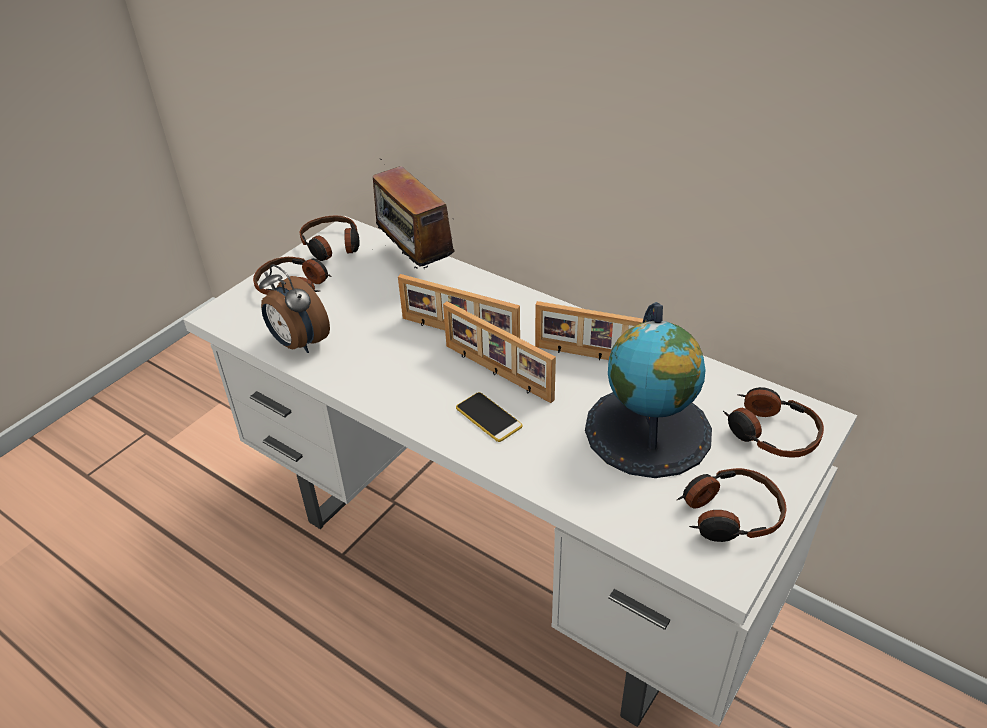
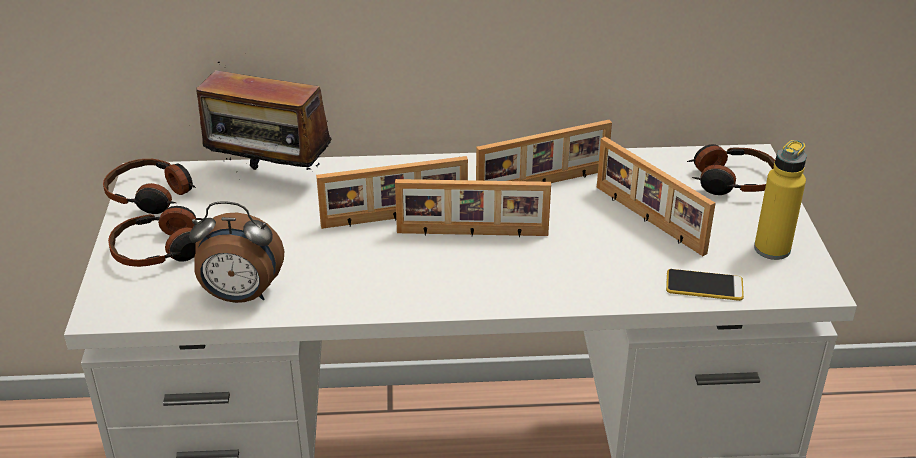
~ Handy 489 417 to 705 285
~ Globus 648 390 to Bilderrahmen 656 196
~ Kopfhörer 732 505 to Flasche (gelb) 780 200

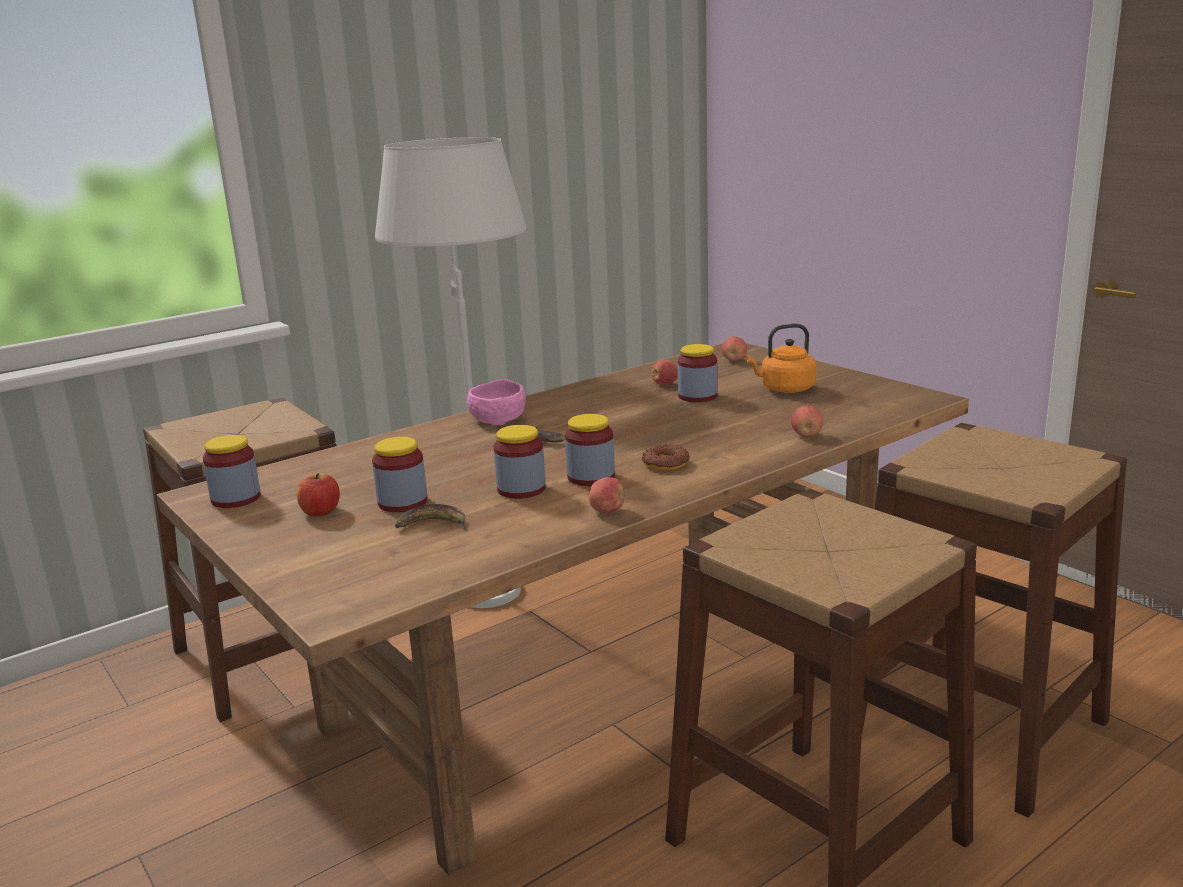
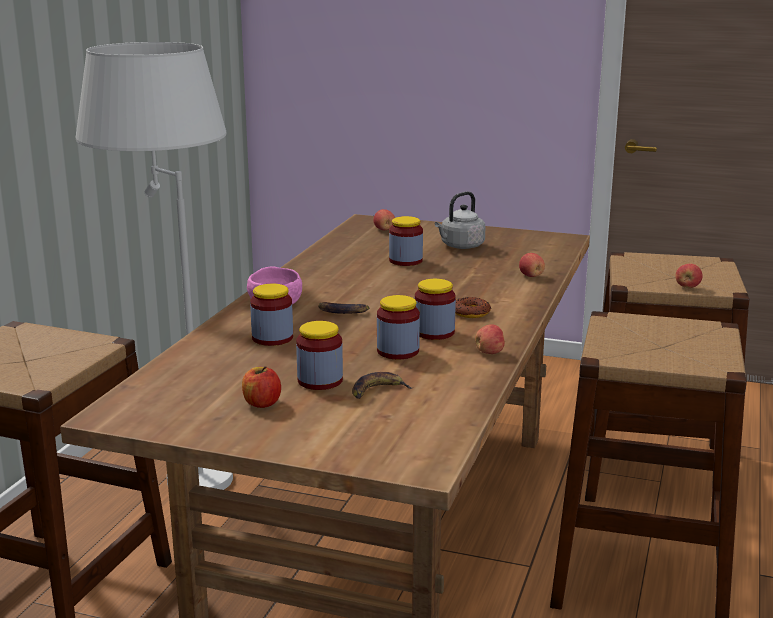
~ Vorratsglas 232 471 to 271 315
~ Apfel 664 373 to 689 276
~ Wasserkessel (orange) 781 358 to Wasserkessel (grau) 460 220

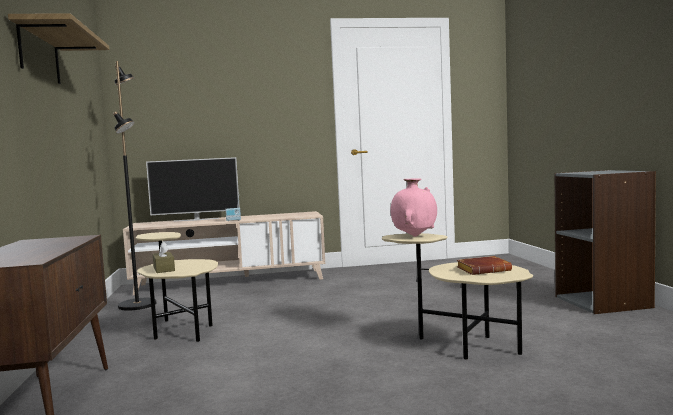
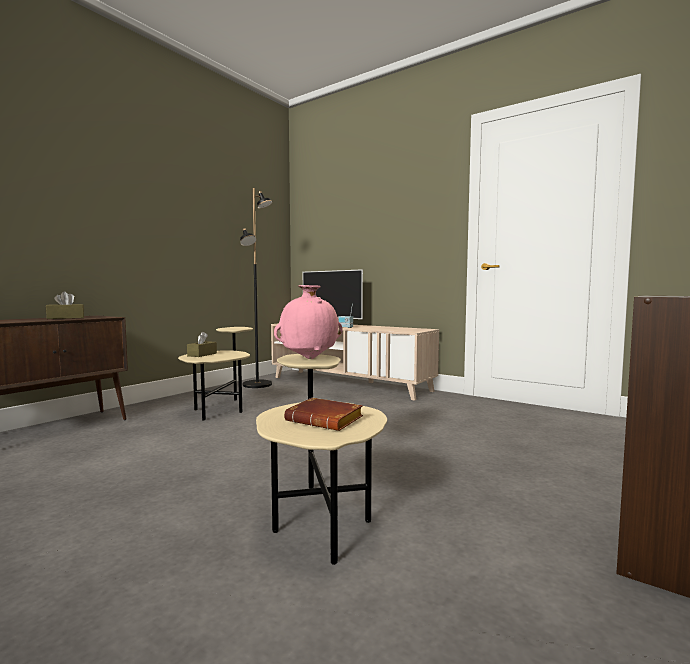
- Wandregal 58 48
+ Taschentuchbox (braun) 65 305

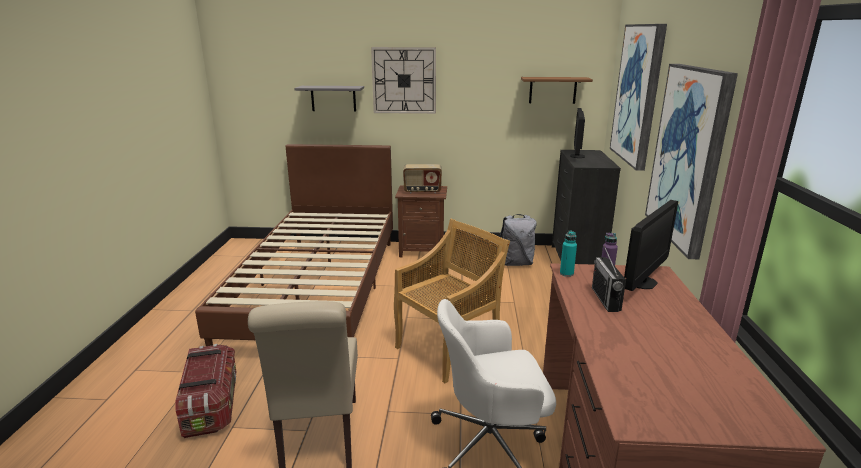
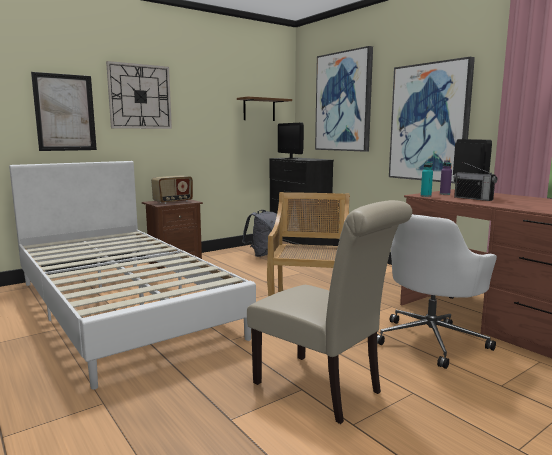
- Aufbewahrungsbox 206 391
~ Wandregal (grau) 329 99 to Bild 64 111
~ Bett (braun) 294 245 to Bett (weiß) 132 275

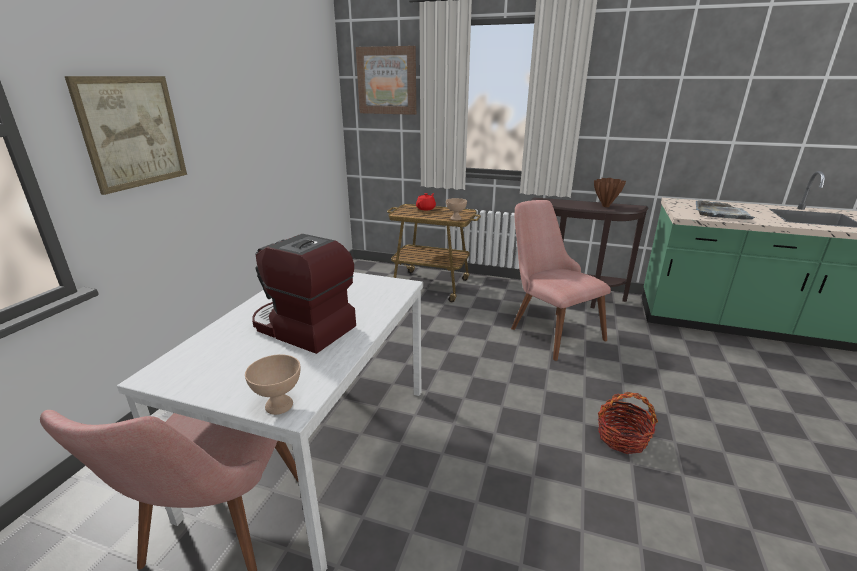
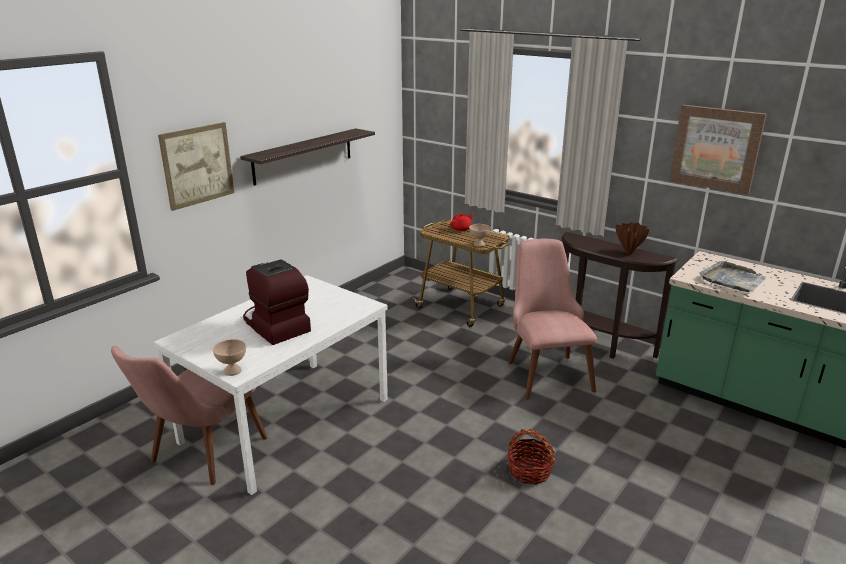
+ Wandregal 307 157
~ Bild 386 80 to 718 150

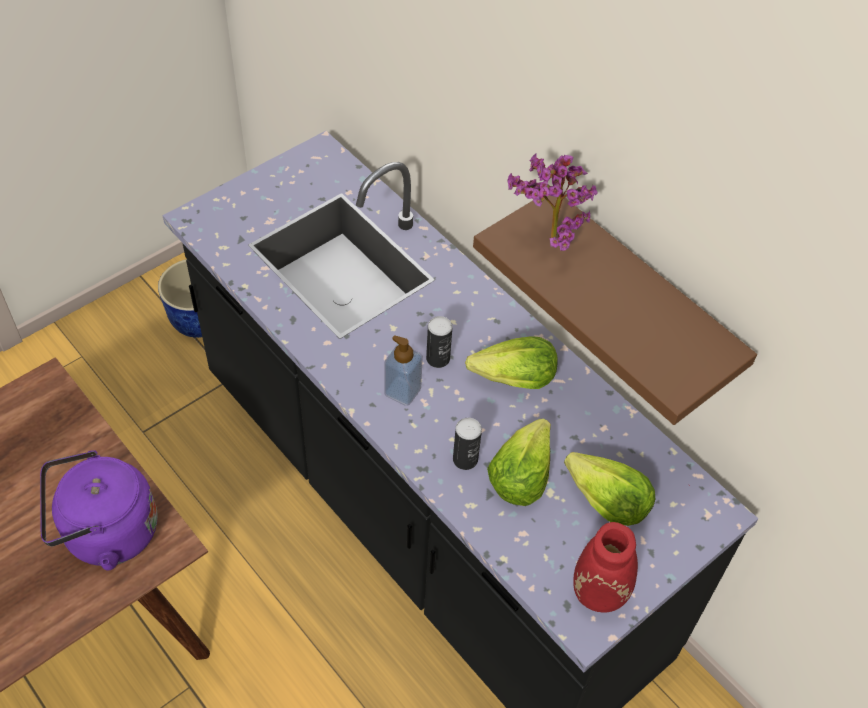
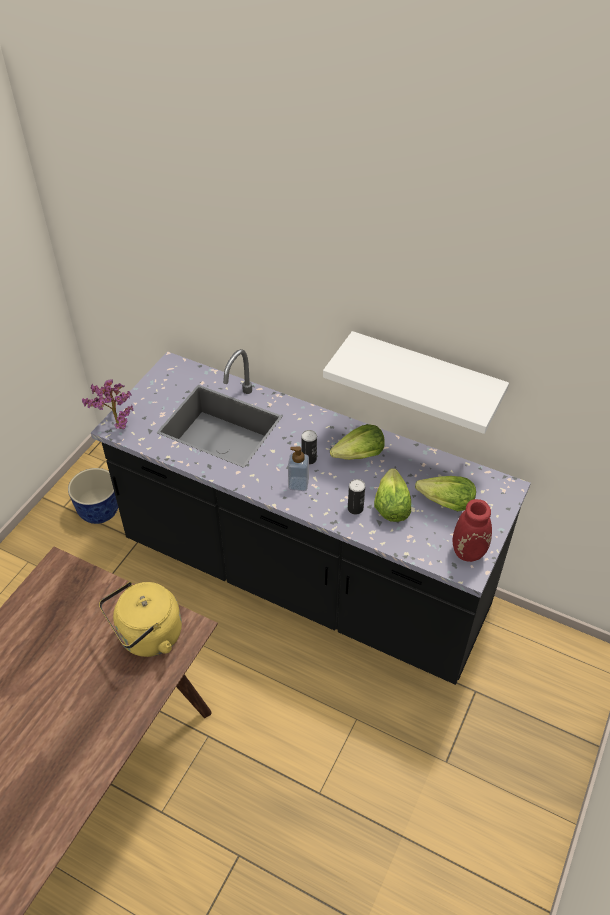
~ Topfpflanze 552 202 to 108 404
~ Wasserkessel (lila) 98 510 to Wasserkessel (gelb) 140 619
~ Wandregal (braun) 615 310 to Wandregal (weiß) 416 382

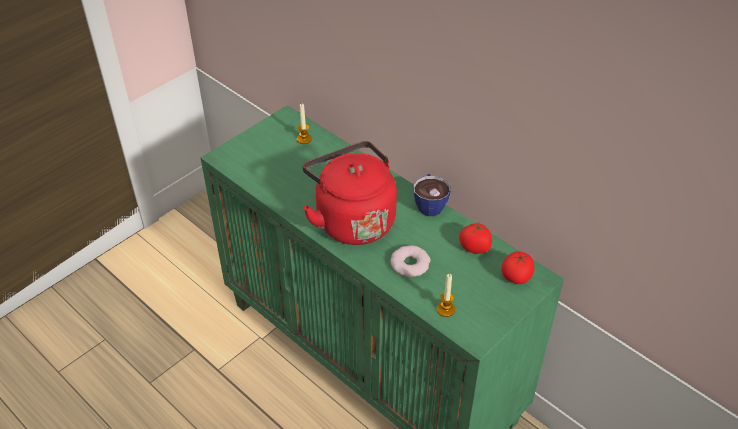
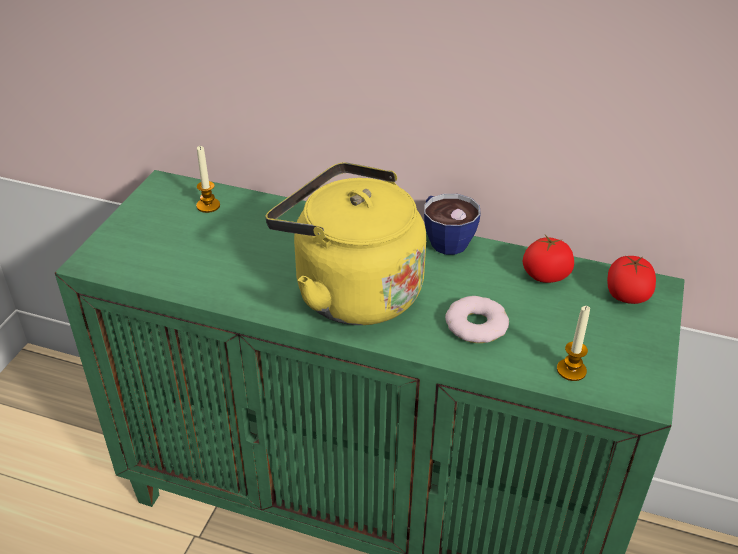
~ Wasserkessel (rot) 350 193 to Wasserkessel (gelb) 346 243

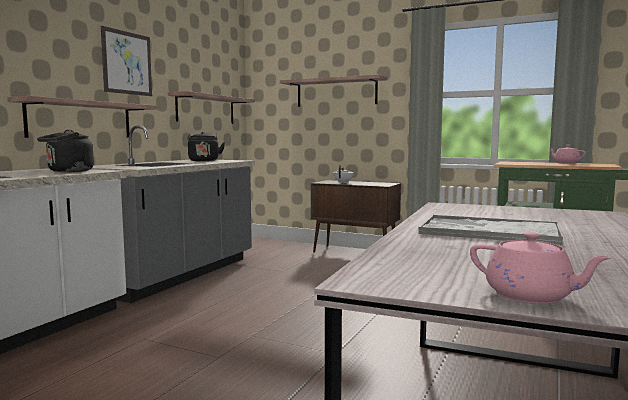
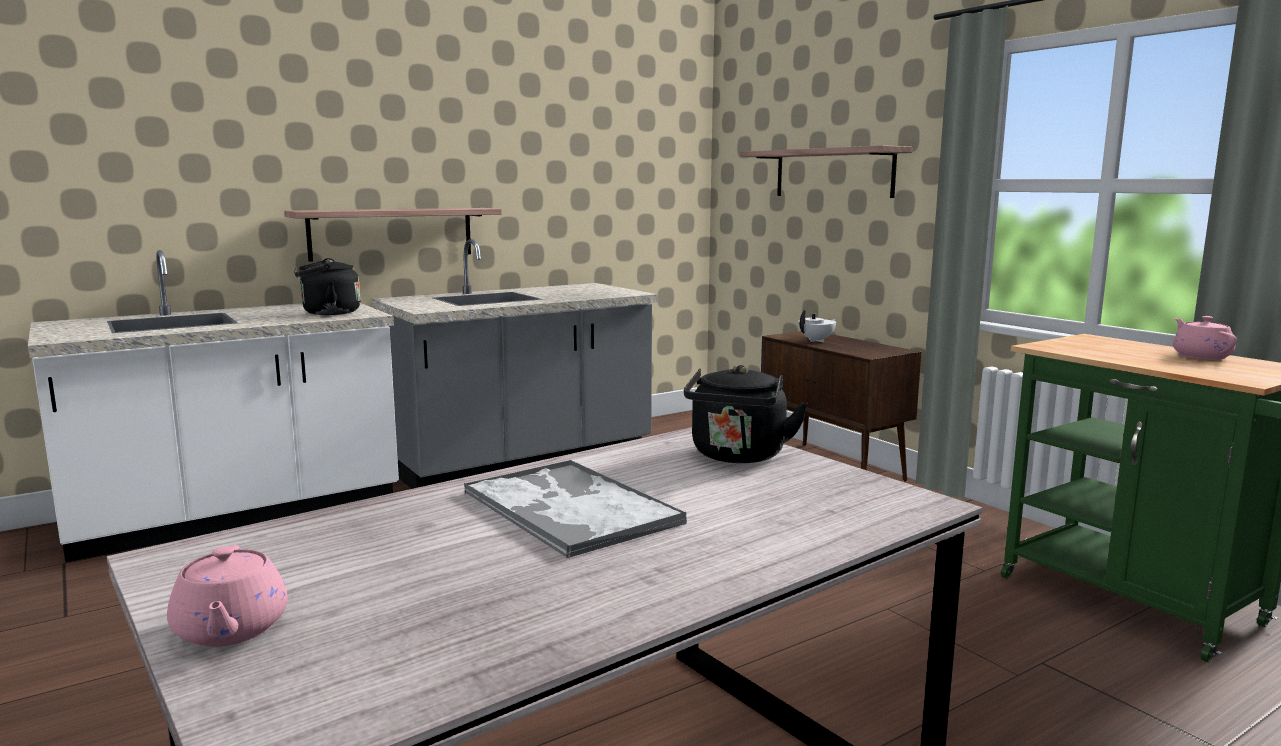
- Bild 126 61
- Wandregal 211 107
~ Wasserkessel (schwarz) 206 147 to 746 414

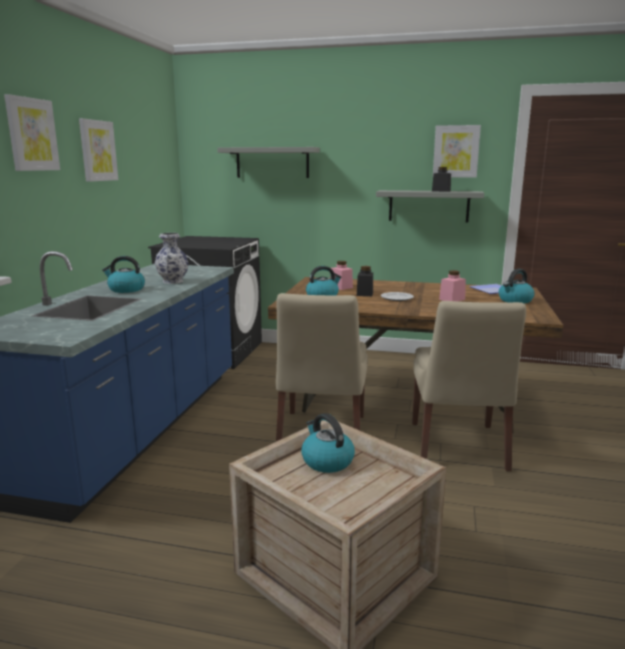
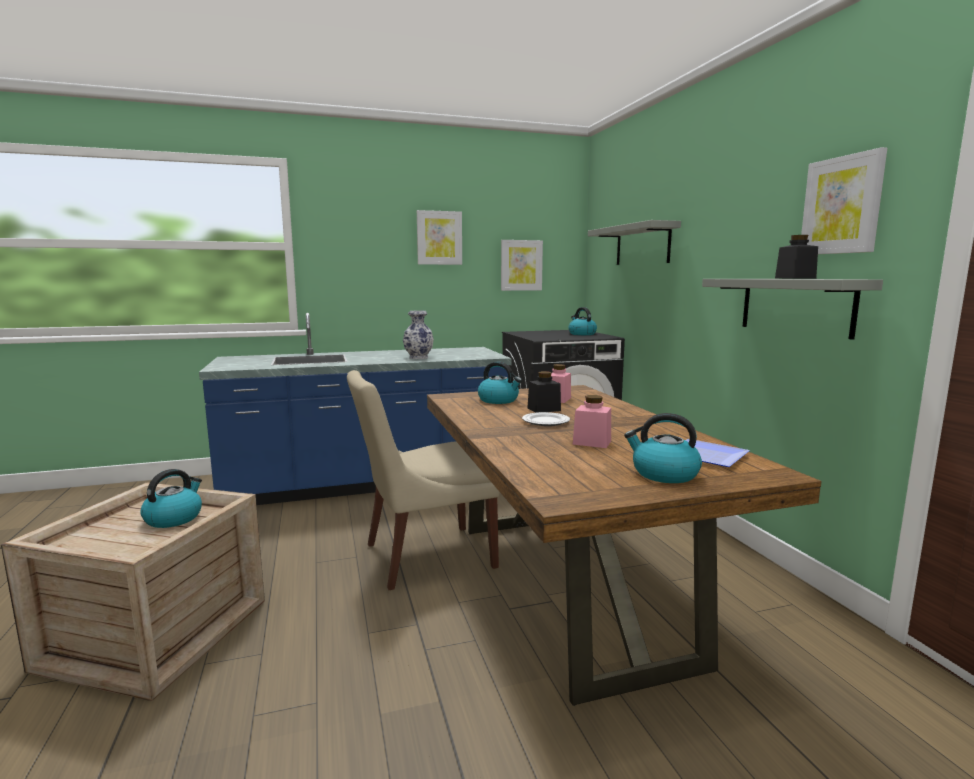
- Stuhl (beige) 469 386
~ Bild 32 132 to 522 265
~ Wasserkessel 123 274 to 582 321

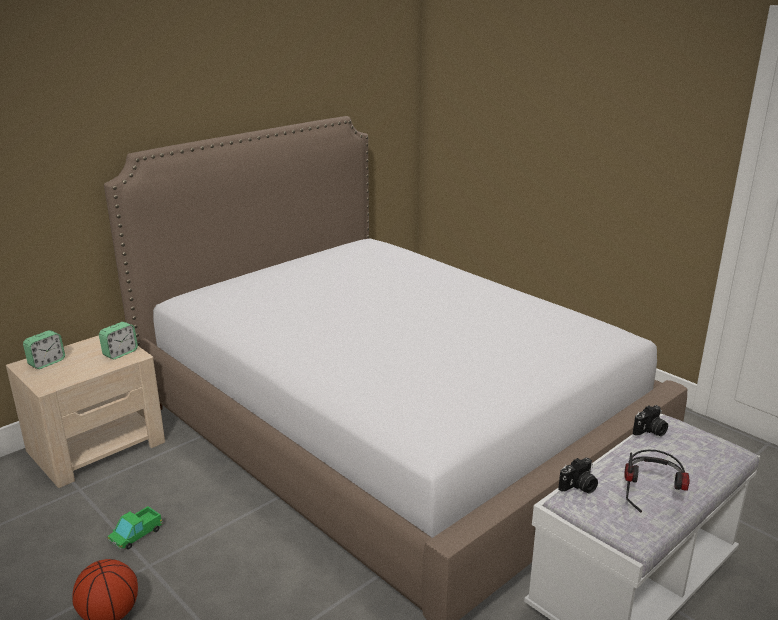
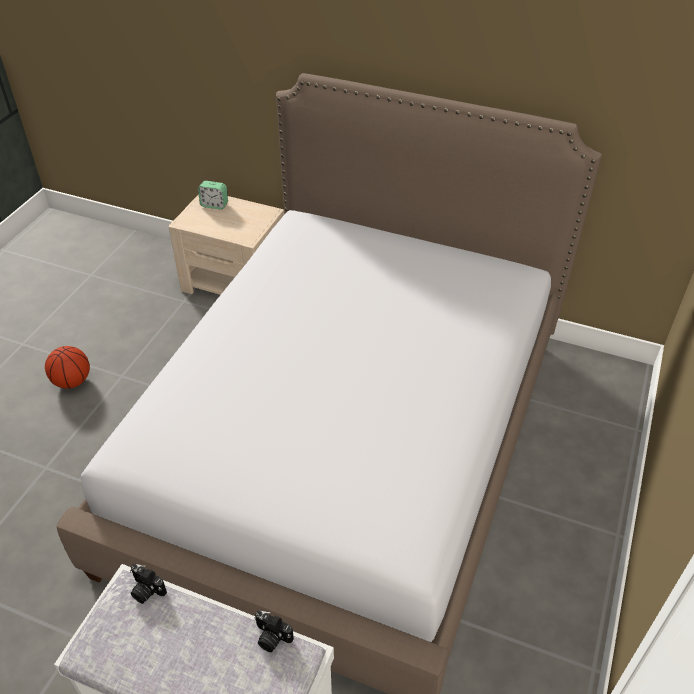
- Wecker 118 340
- Spielzeuglaster 135 528
- Kopfhörer 657 481

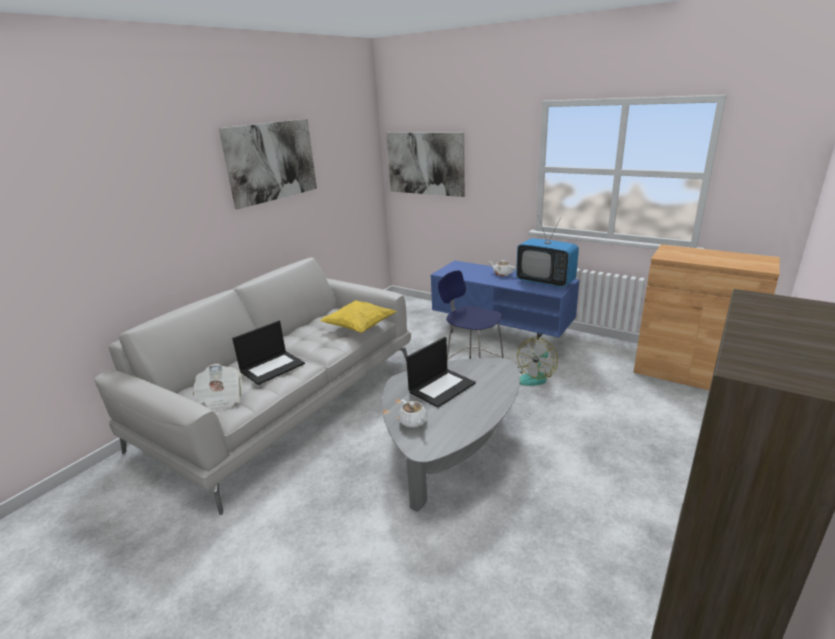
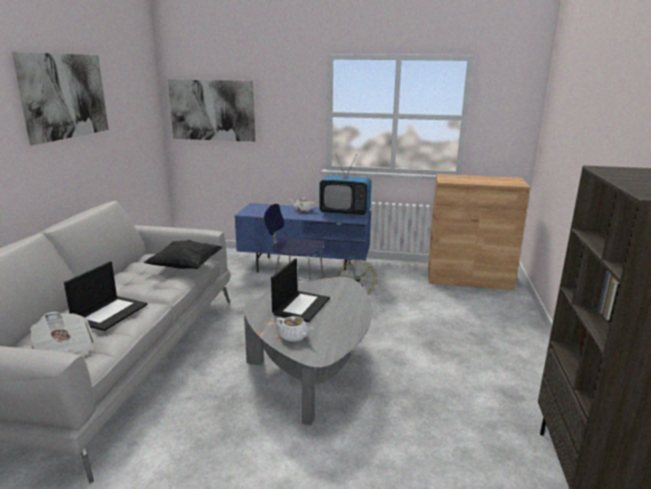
~ Kissen (gelb) 358 316 to Kissen (schwarz) 183 254

